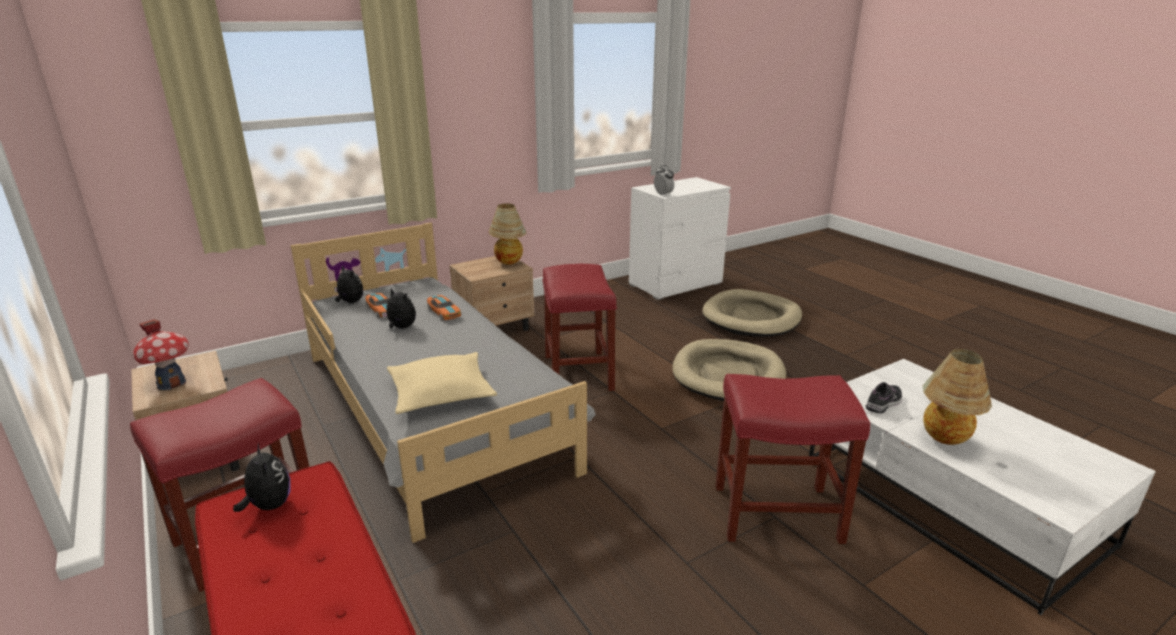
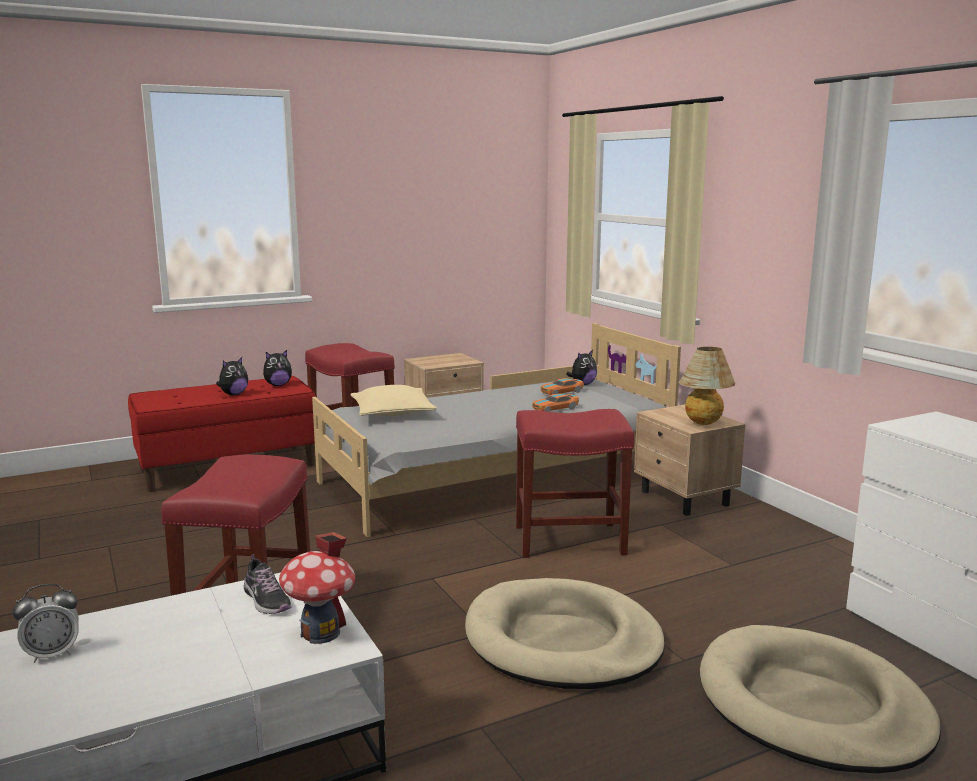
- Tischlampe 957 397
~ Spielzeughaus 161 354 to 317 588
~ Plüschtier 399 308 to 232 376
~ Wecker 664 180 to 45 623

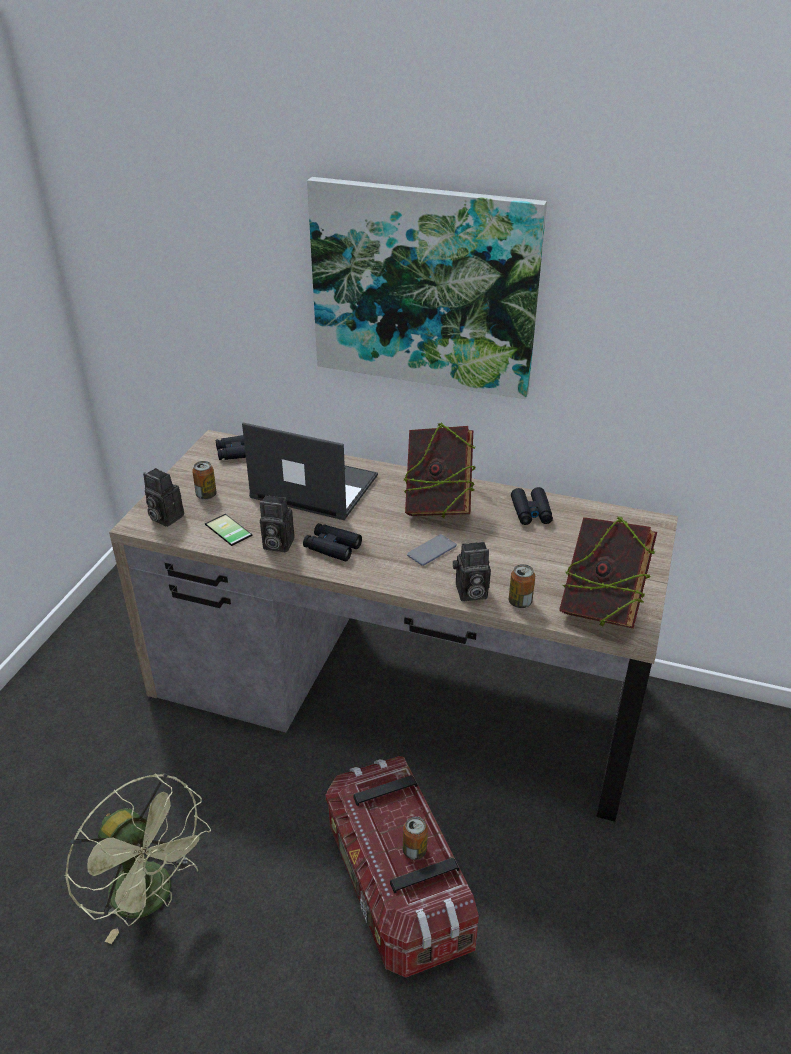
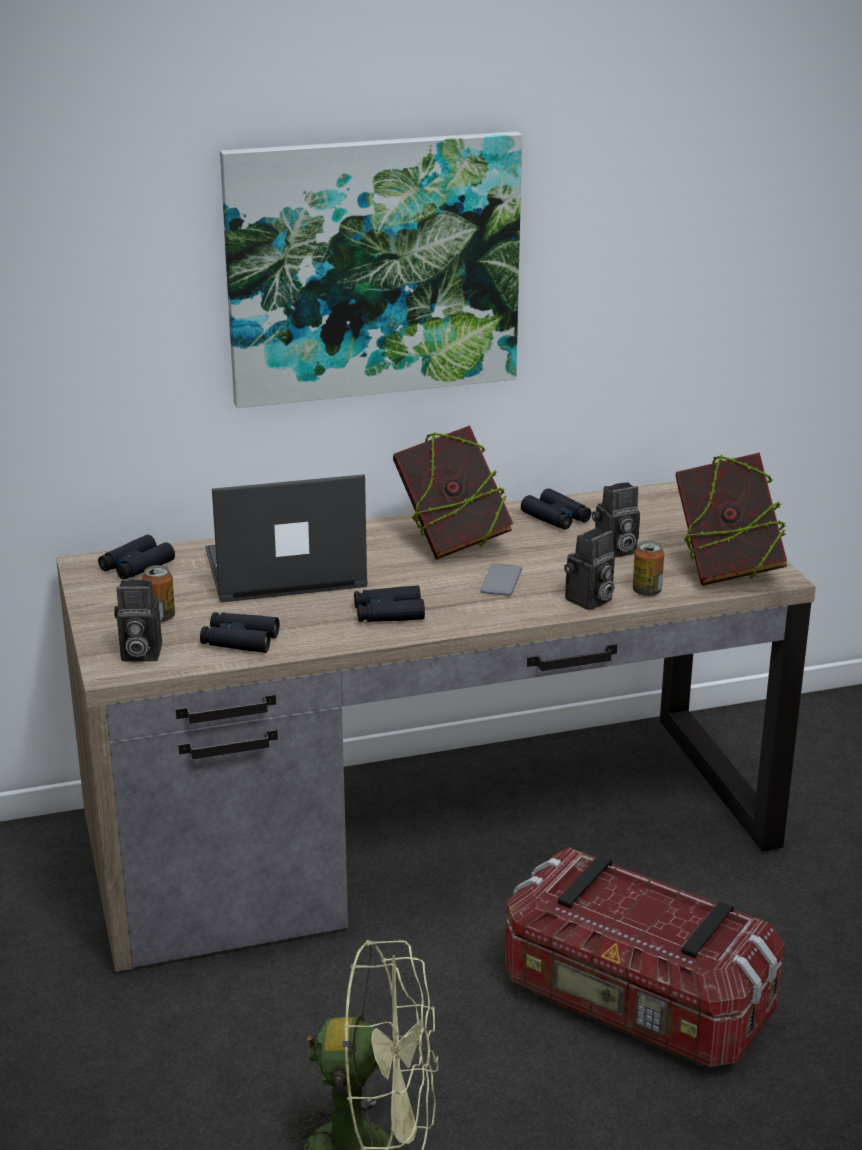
- Dose 415 838
~ Kamera 277 523 to 616 520
~ Handy 228 530 to Fernglas (schwarz) 239 632

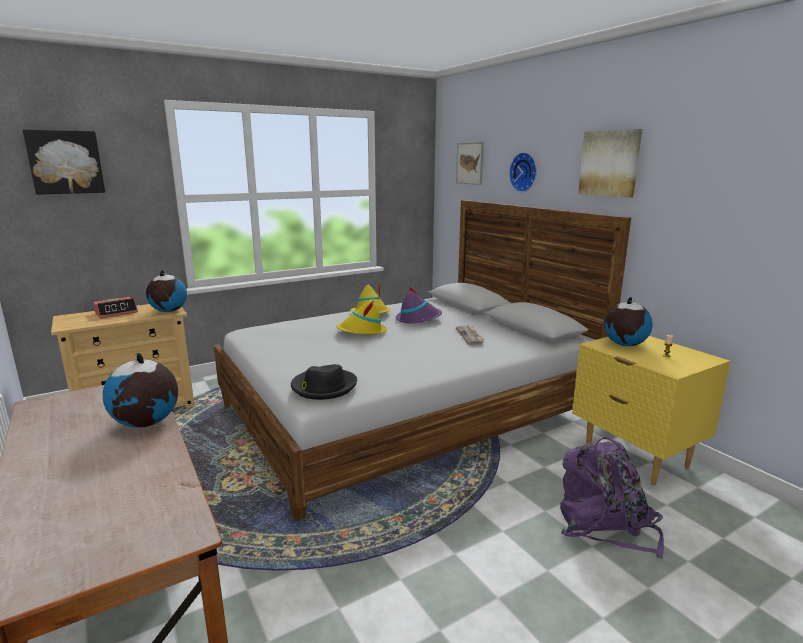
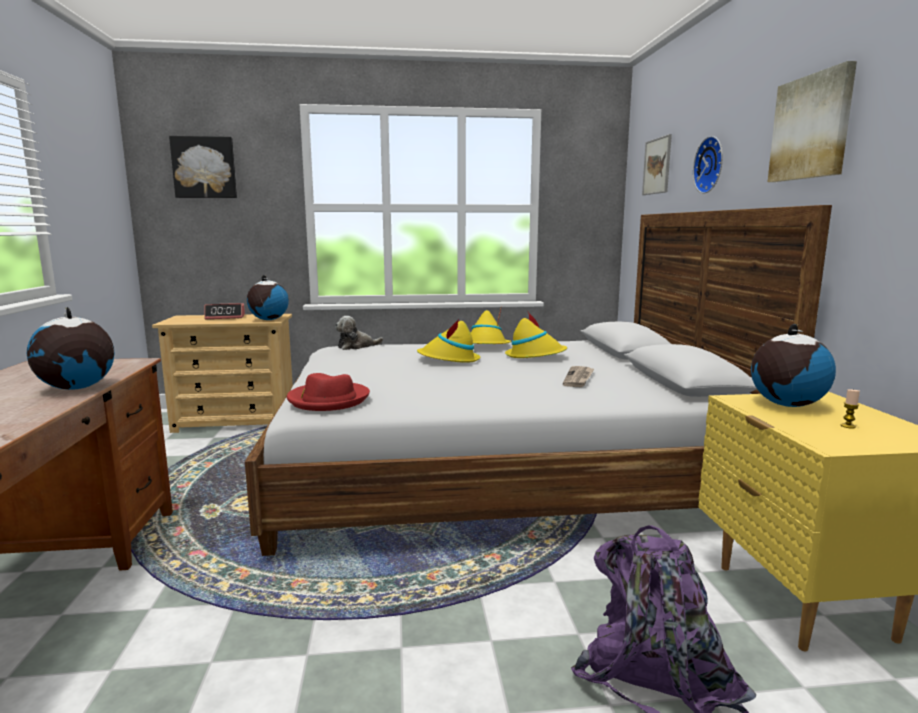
+ Plüschtier 359 333
~ Hut (schwarz) 324 382 to Hut (rot) 328 392
~ Hut (lila) 419 304 to Hut (gelb) 536 335

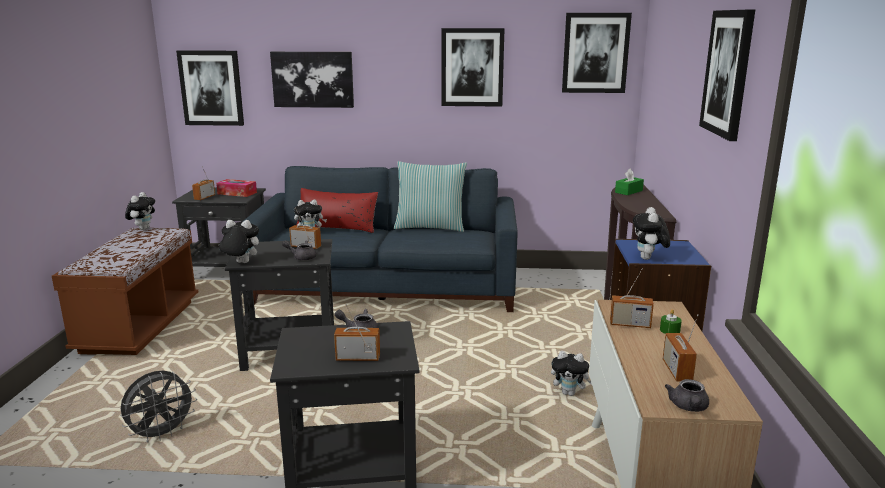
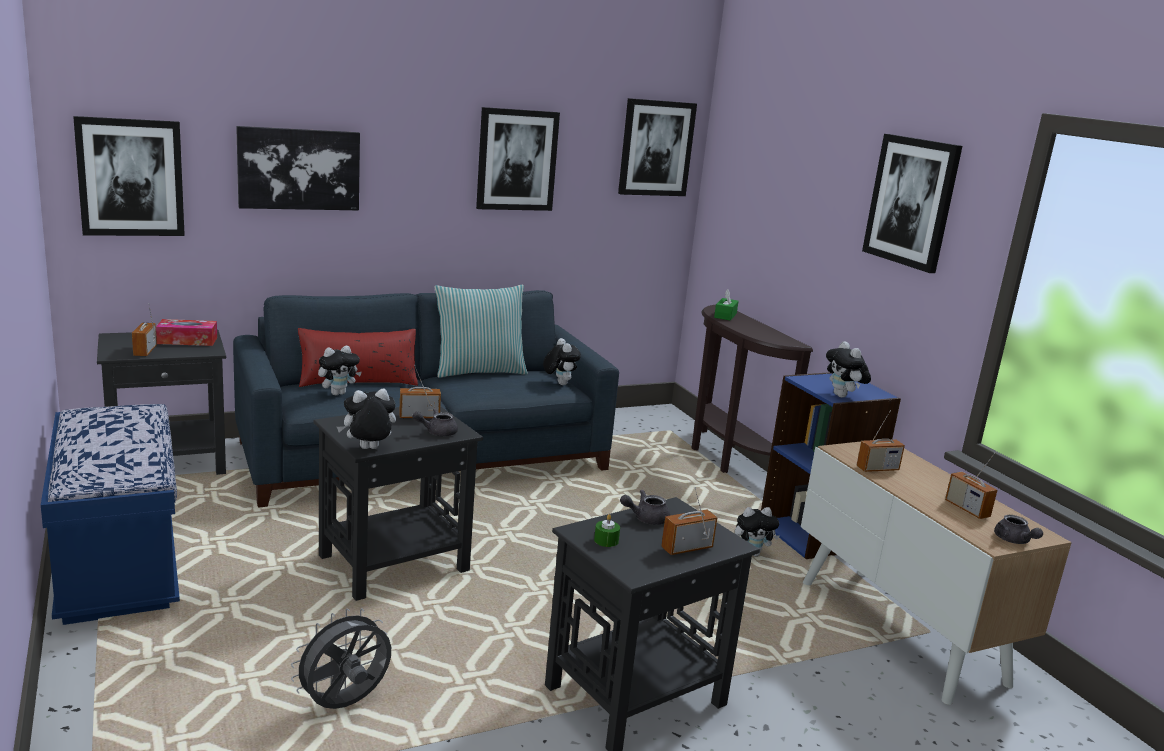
~ Plüschtier 140 211 to 562 361
~ Kerze (grün) 671 321 to 607 530
~ Bank (braun) 125 291 to Bank (blau) 110 514
~ Ventilator (grau) 158 406 = 341 658 150 degrees counterclockwise

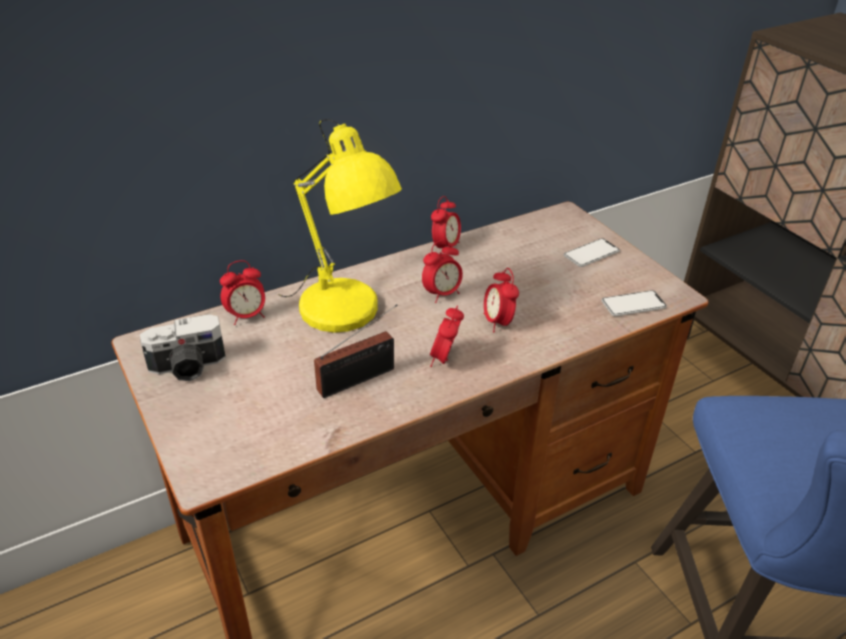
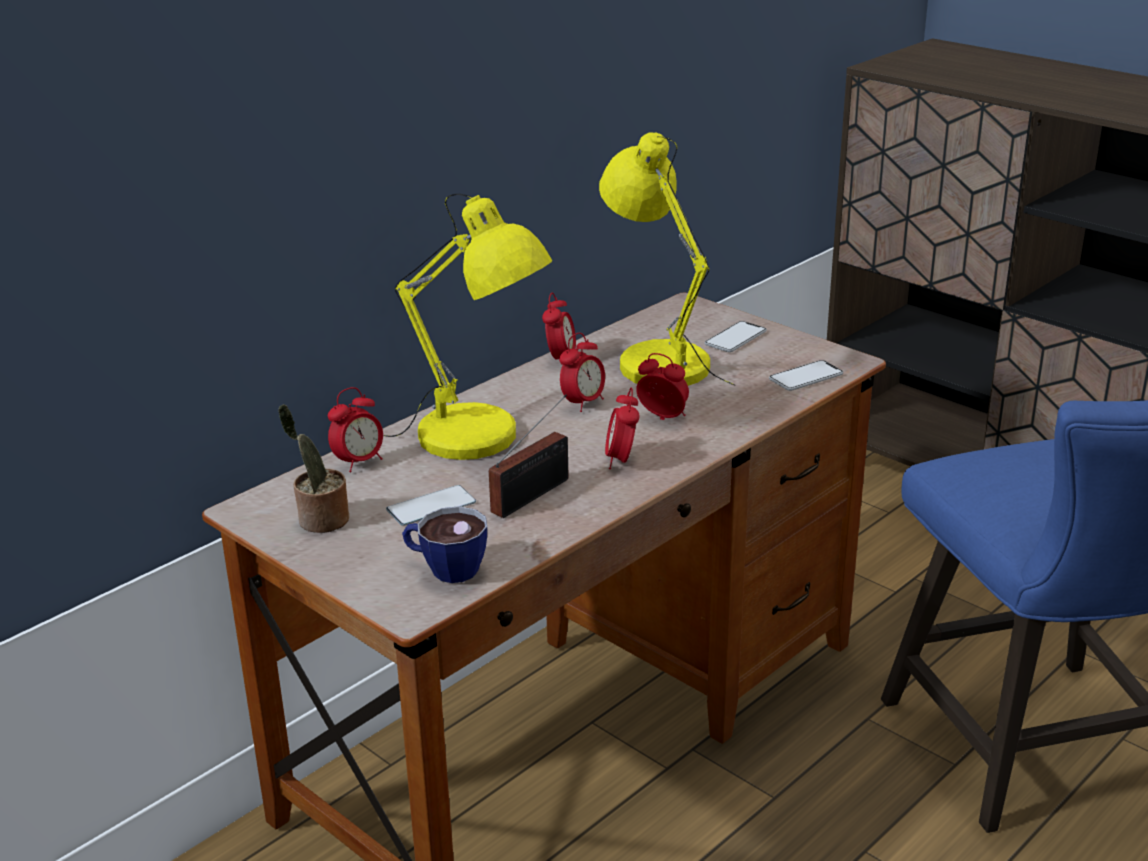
+ Handy 431 505
+ Tasse 444 544
+ Tischlampe (gelb) 667 259
~ Kamera 183 347 to Topfpflanze 313 468
~ Wecker 501 300 = 662 386 150 degrees clockwise

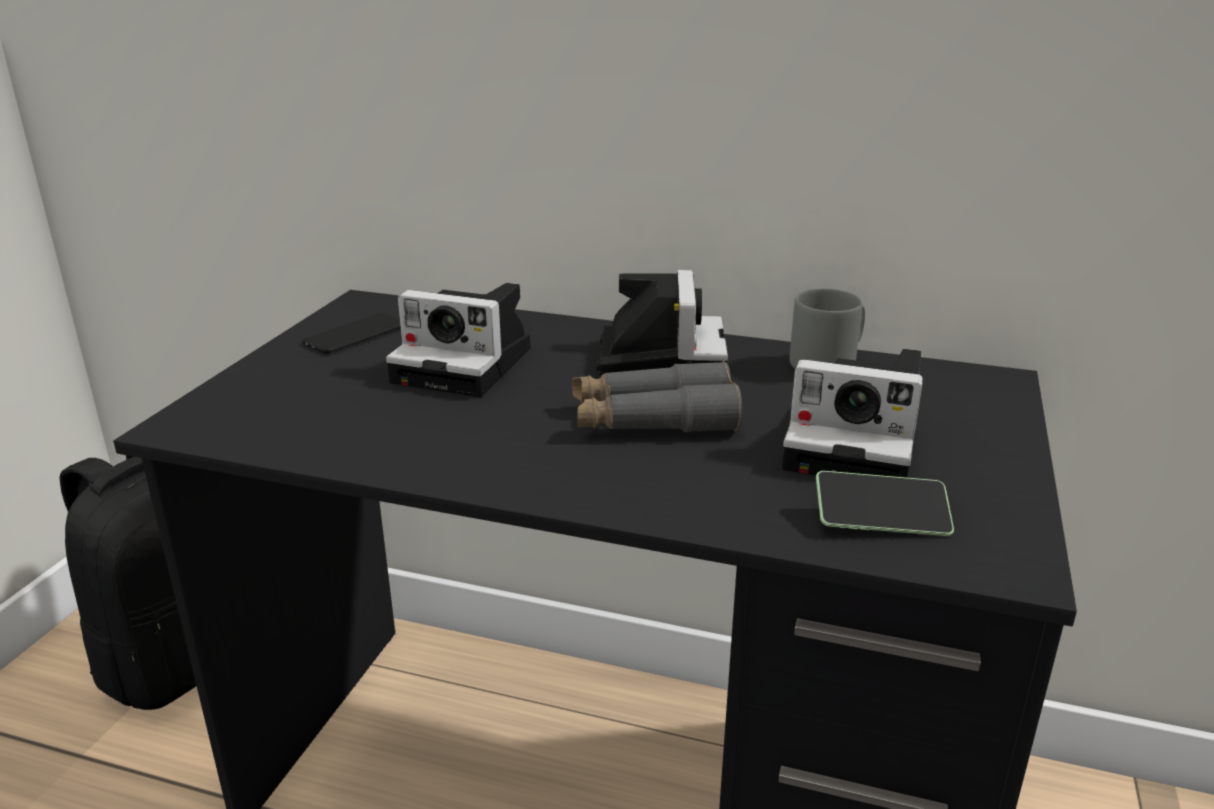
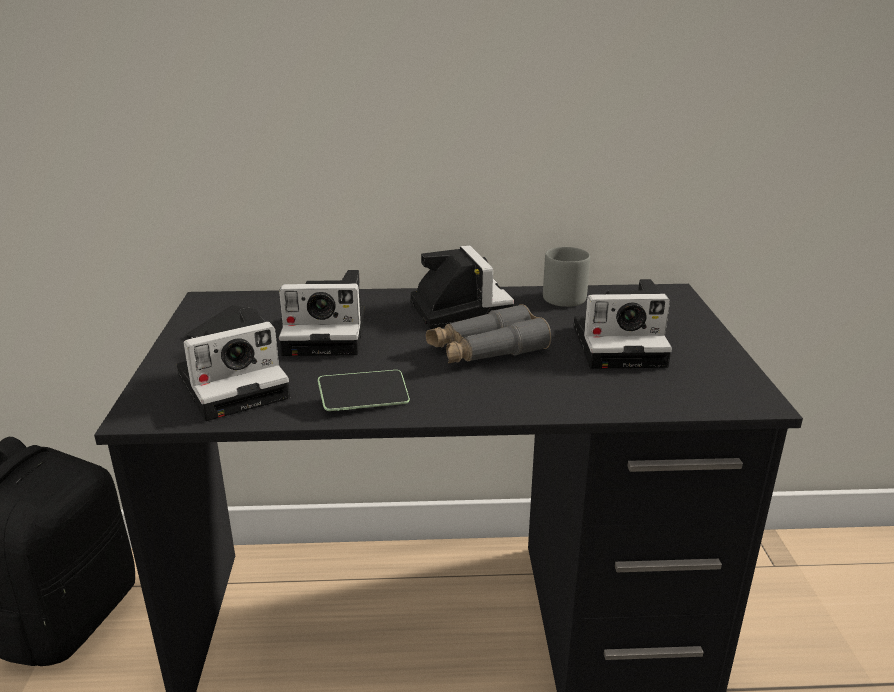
+ Kamera 233 364
~ Handy 885 503 to 364 390

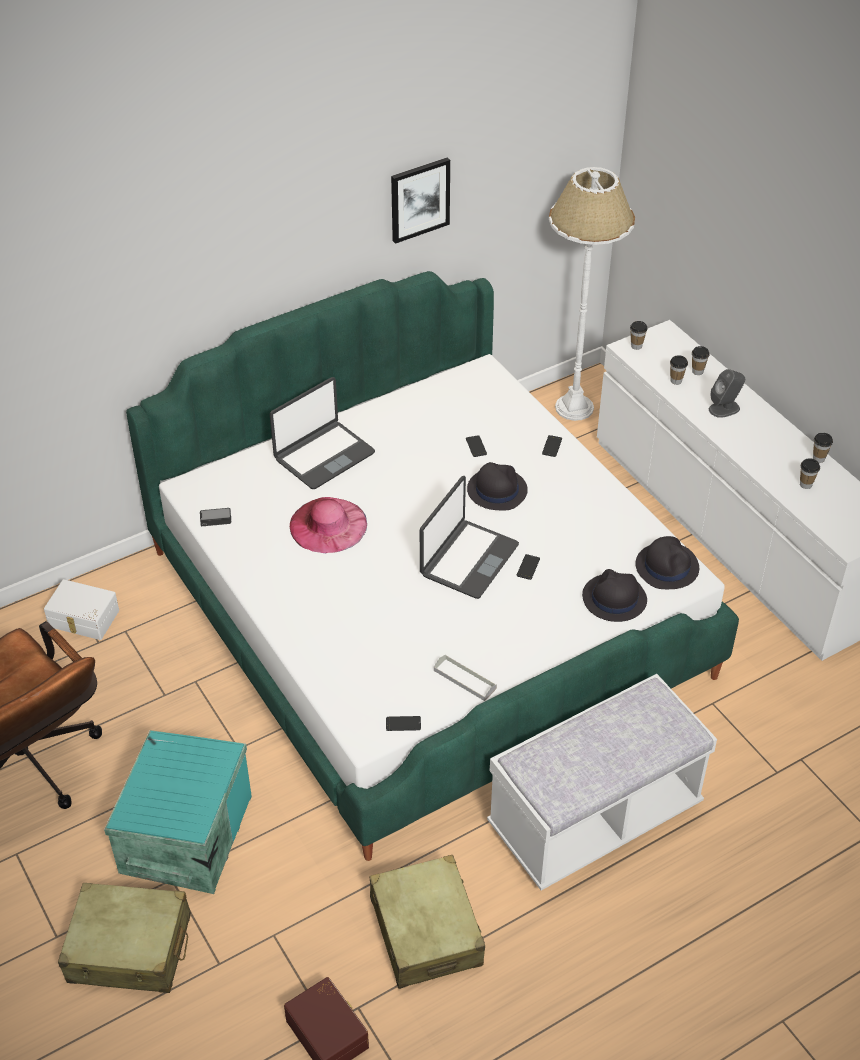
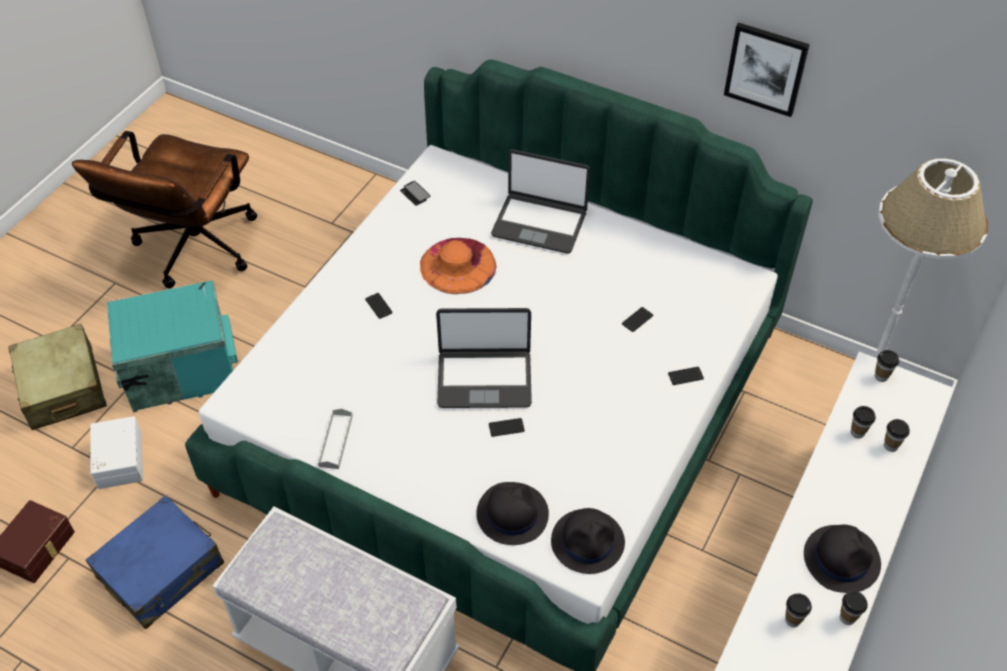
- Lautsprecher (grau) 727 393
~ Aufbewahrungsbox (weiß) 81 609 to 116 452
~ Handy 403 723 to 379 306
~ Hut (schwarz) 497 486 to 842 559
~ Hut (rosa) 328 525 to Hut (orange) 458 266
~ Koffer (beige) 427 922 to Koffer (blau) 155 562

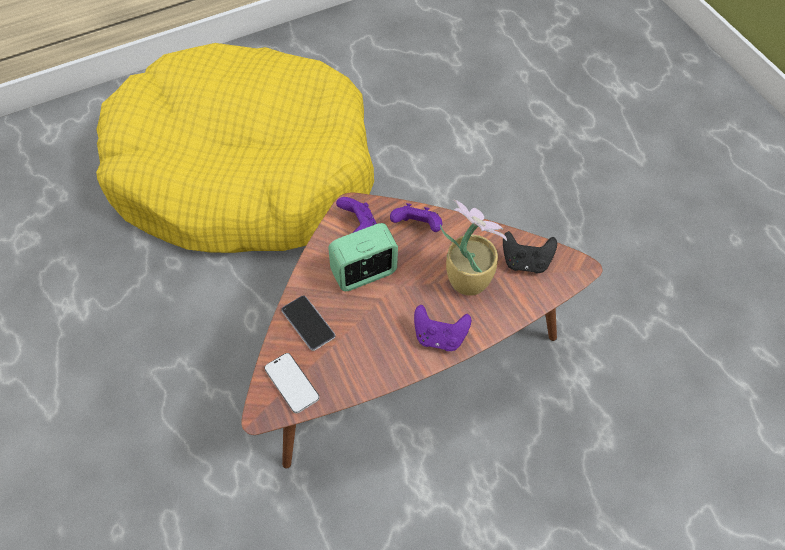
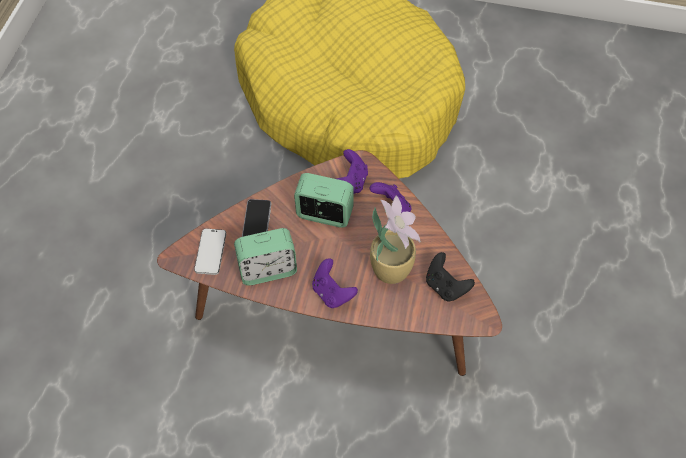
+ Wecker 265 256

